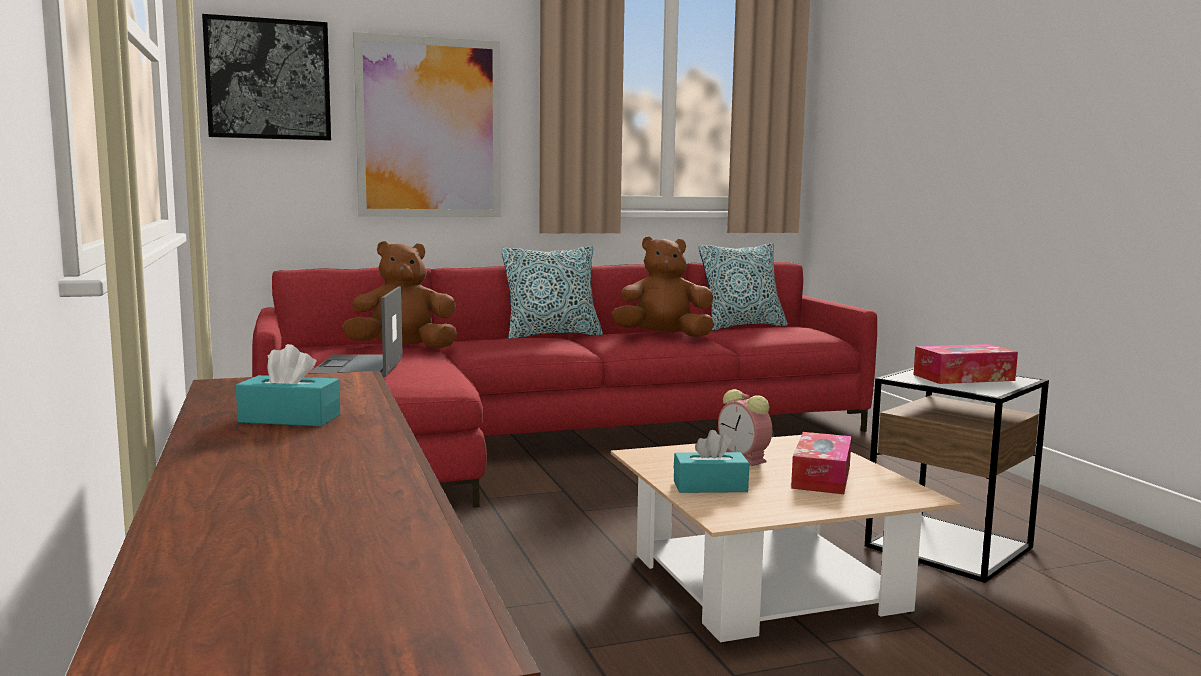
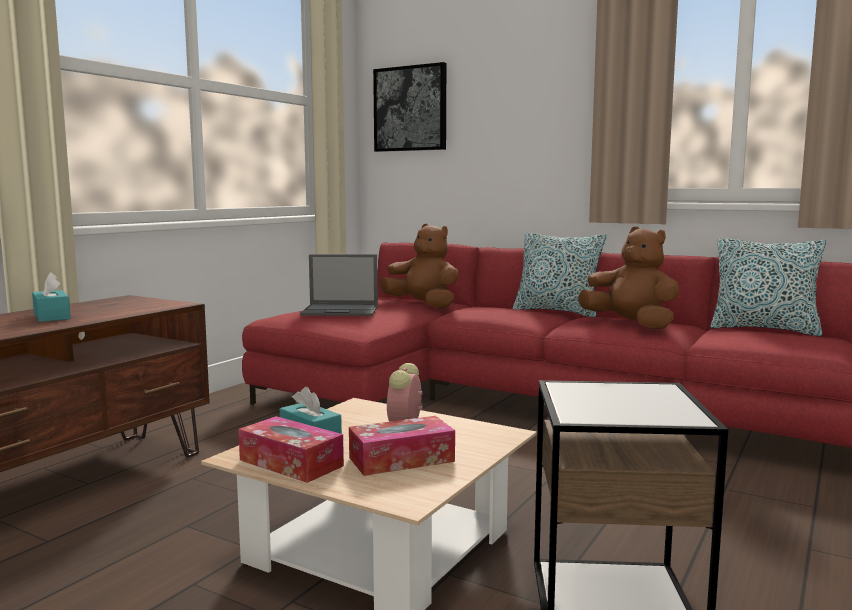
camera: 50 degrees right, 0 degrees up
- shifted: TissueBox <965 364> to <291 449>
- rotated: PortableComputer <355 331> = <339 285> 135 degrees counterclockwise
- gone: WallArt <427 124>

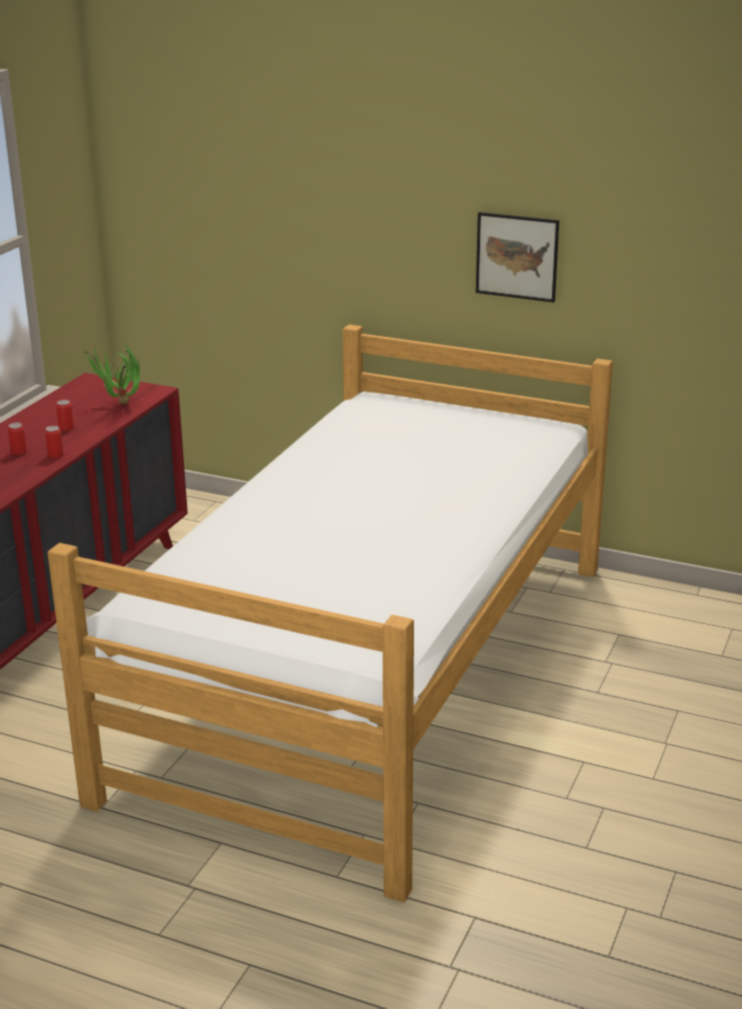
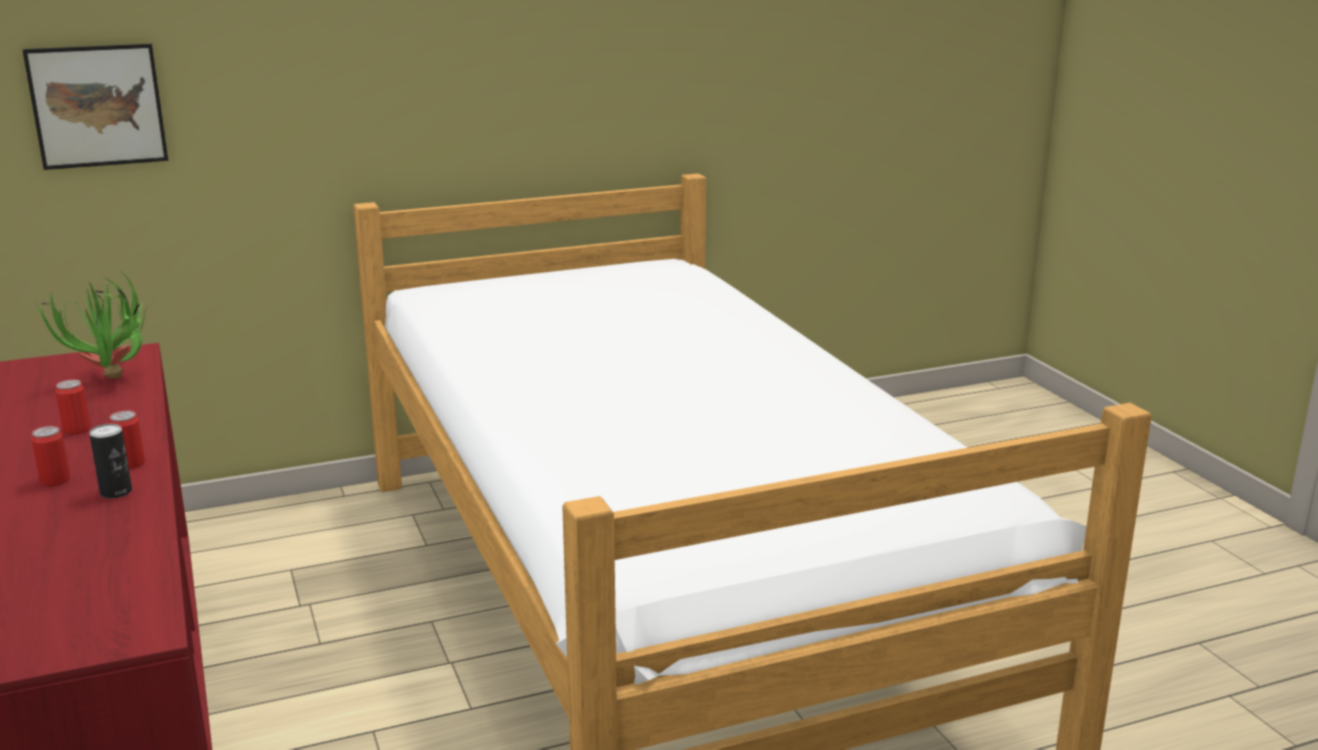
camera: 45 degrees left, 5 degrees down
- shifted: WallArt <517 257> to <95 107>
- new: Can <110 461>

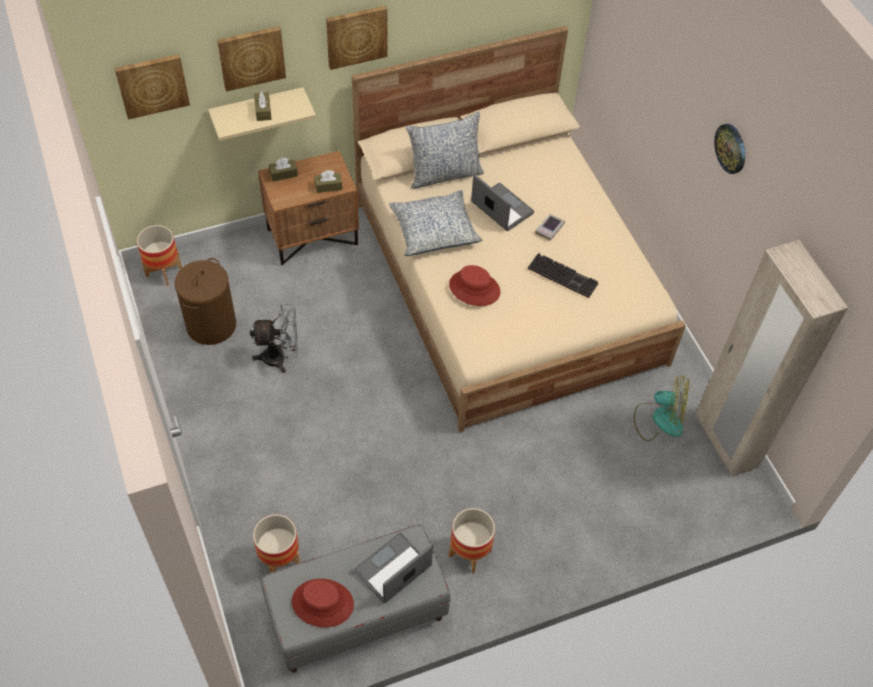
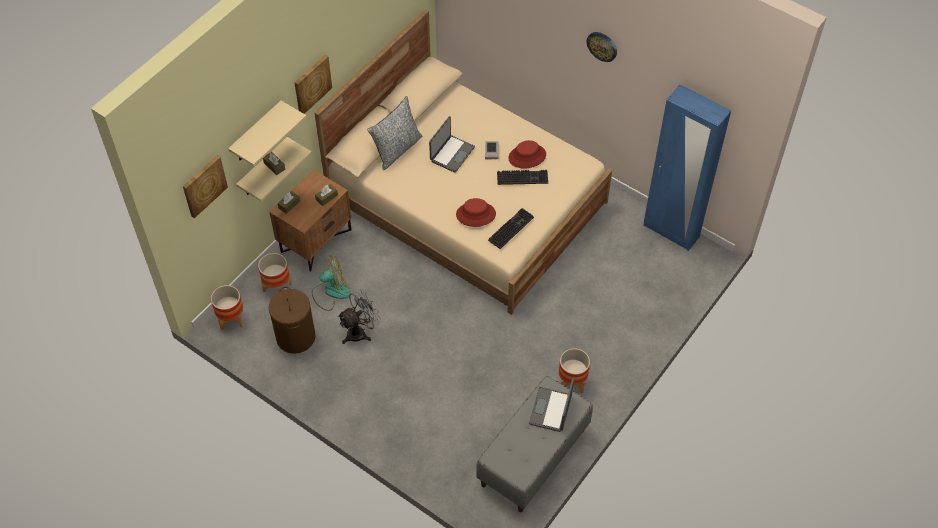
camera: 30 degrees left, 0 degrees up
- swapped: WallArt <251 59> to SandColouredShelf <267 133>
- shifted: Planter <276 543> to <275 272>
- shifted: CoolingFan <661 408> to <331 283>
- rotated: PortableComputer <502 203> = <452 144> 105 degrees clockwise
- new: ComputerKeyboard <511 228>
- shifted: ReddishClothingHat <323 603> to <527 154>
- repainted: SandColouredClothesCupboard <772 358> to BlueColouredClothesCupboard <687 167>
- gone: Pillow <435 223>

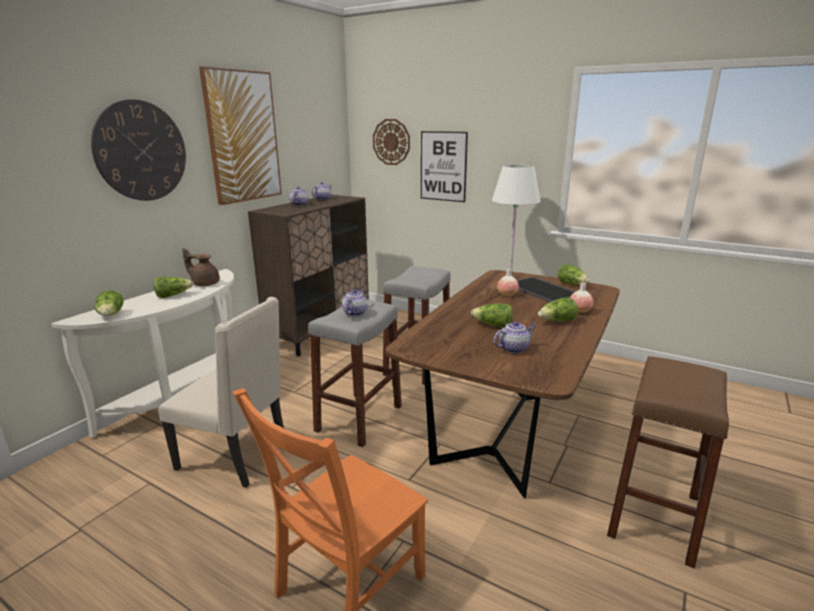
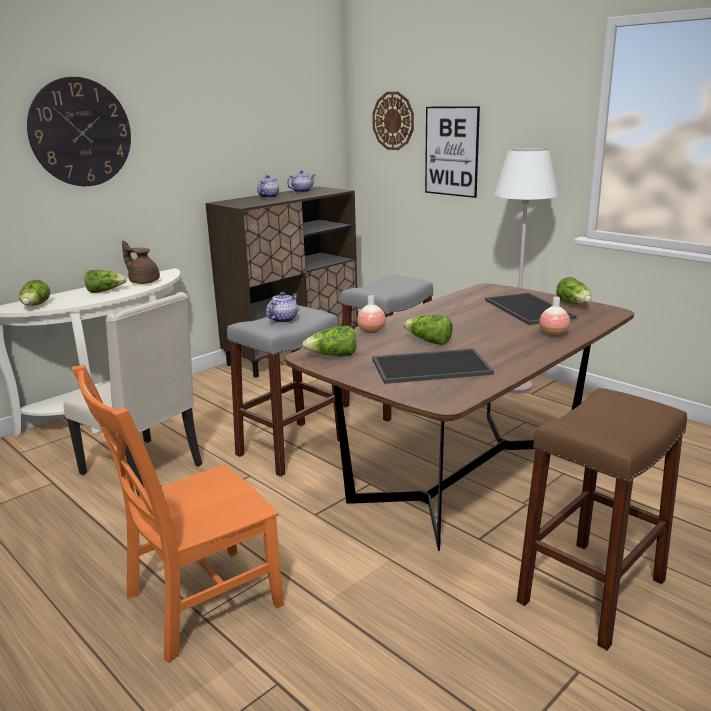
camera: 15 degrees right, 0 degrees up
- shifted: Lettuce <558 310> to <329 341>
- shifted: FlowerVase <508 283> to <371 314>
- swapped: PotForTea <514 337> to CarryingTray <433 366>
- gone: WallArt <240 135>

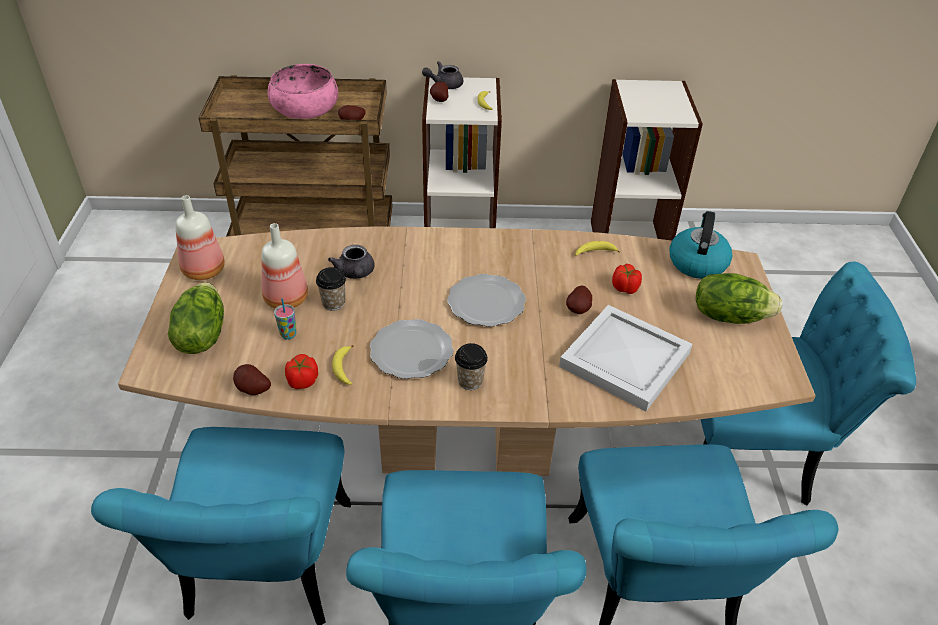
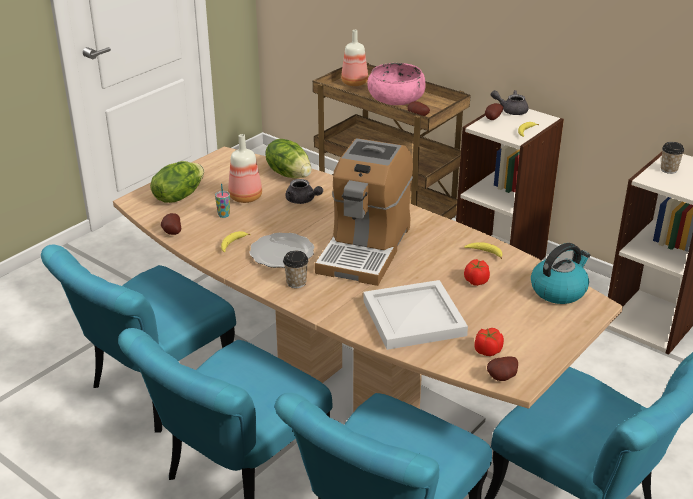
camera: 40 degrees right, 10 degrees down
- shifted: Lettuce <739 298> to <288 158>
- rotated: GreyishPotForTea <351 262> = <304 191> 75 degrees counterclockwise
- swapped: DinnerPlate <486 300> to CoffeeMachine <364 212>
- shifted: Bottle <200 237> to <354 58>
- shifted: FreshTomato <301 371> to <489 342>
- shifted: Potato <579 299> to <502 368>
- shifted: Cup <331 289> to <672 158>

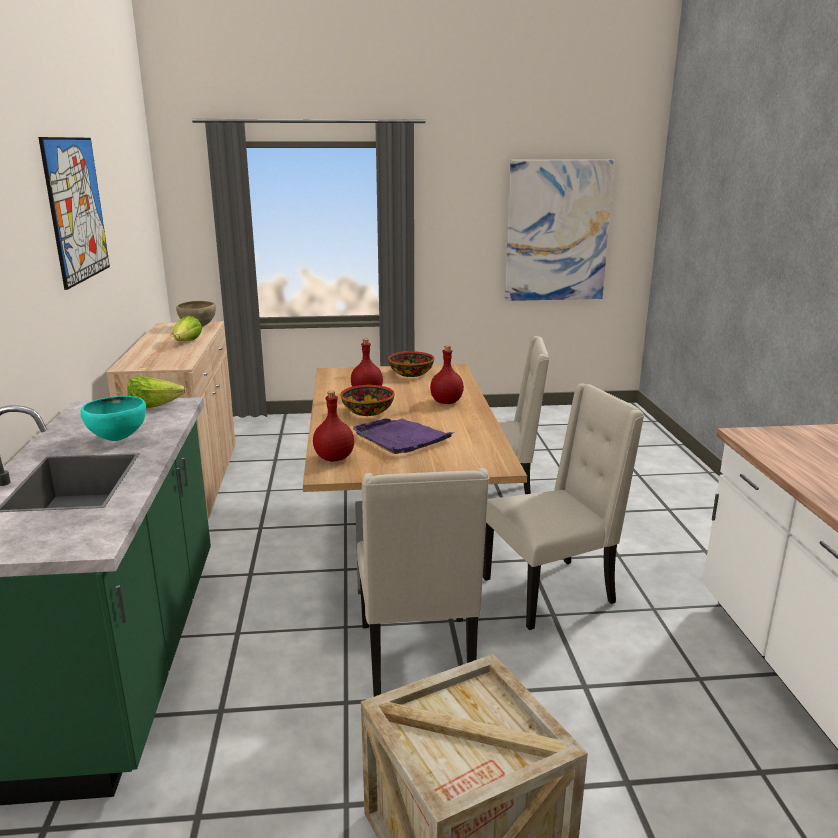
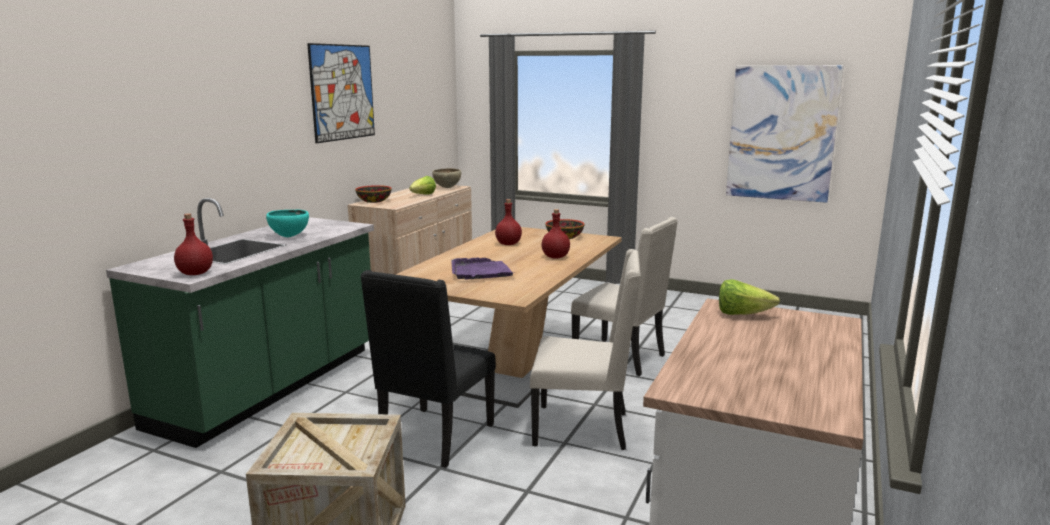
camera: 30 degrees right, 5 degrees down
- shifted: ReddishBottle <333 426> to <193 244>
- shifted: Bowl <367 400> to <373 194>
- repainted: SandColouredChair <423 582> to BlackishChair <428 369>
- shifted: Lettuce <156 392> to <749 297>

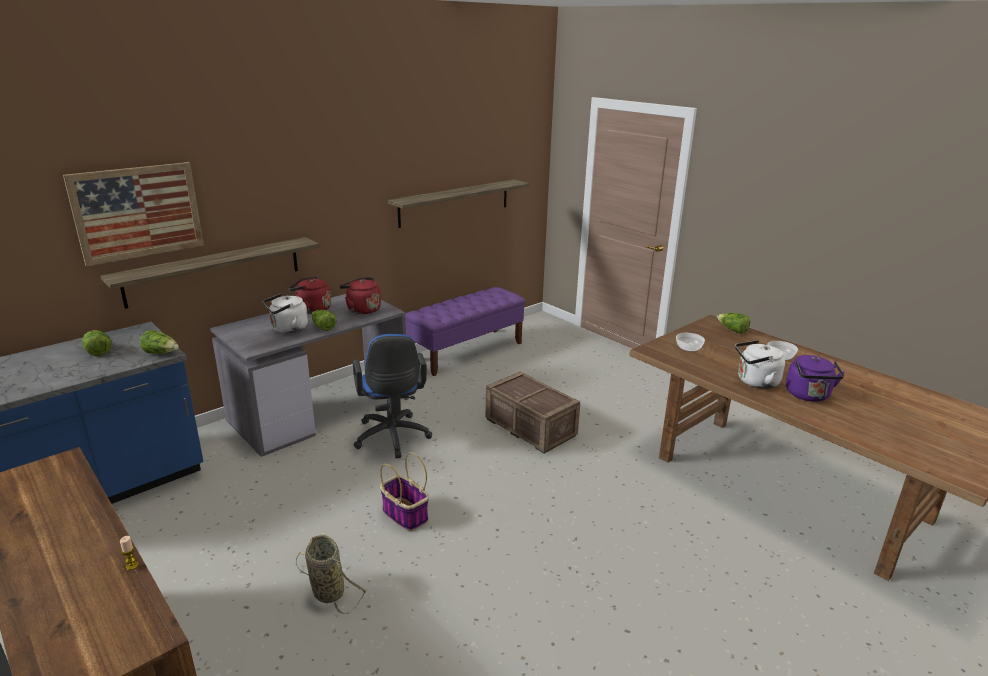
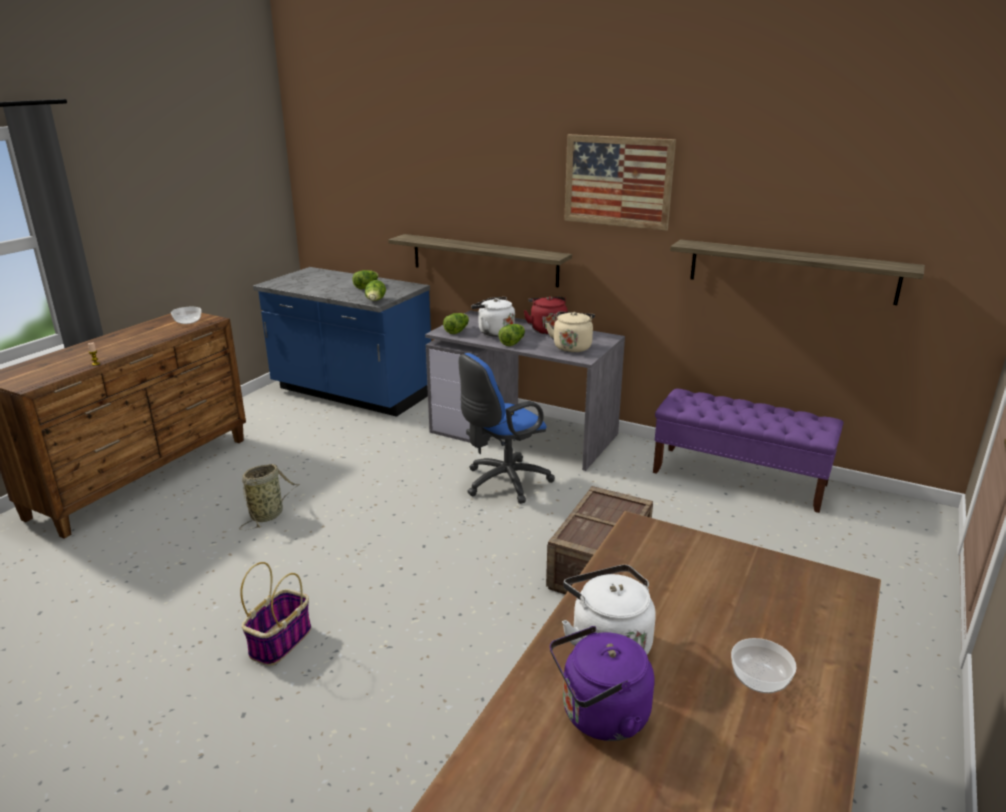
camera: 70 degrees right, 0 degrees up
- shifted: Bowl <690 342> to <186 315>
- shifted: Basket <404 491> to <275 614>
- shifted: Lettuce <734 323> to <456 323>
- repainted: ReddishTeaKettle <360 295> to SandColouredTeaKettle <570 332>
- shifted: WallArt <133 214> to <620 182>

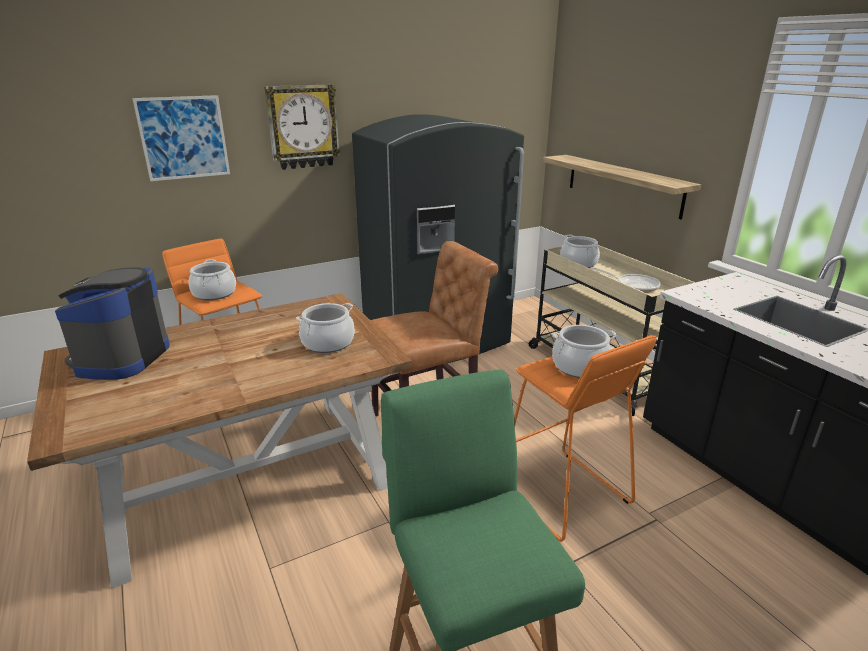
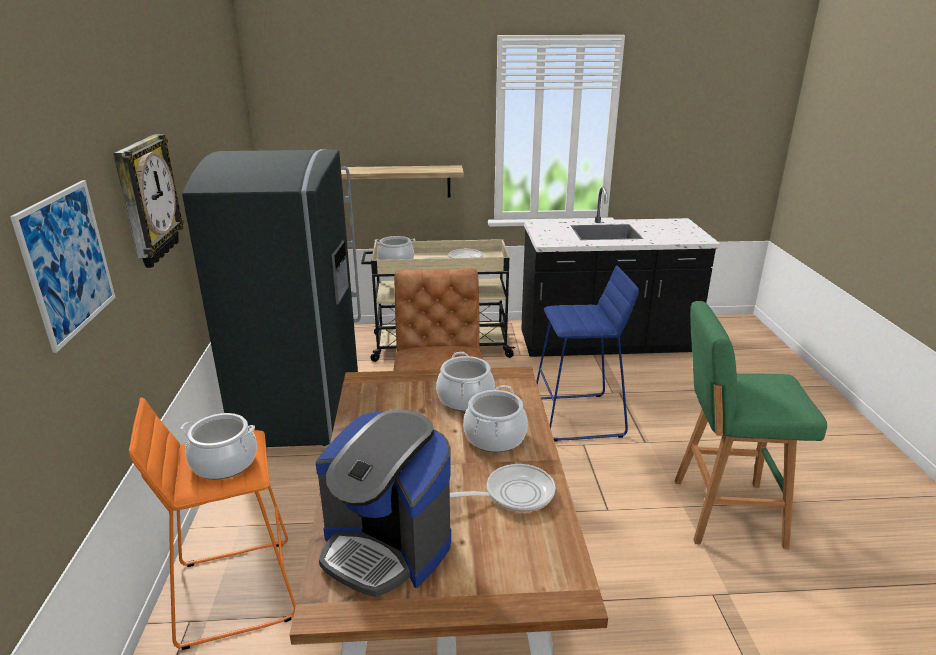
camera: 65 degrees left, 0 degrees up
- new: Pan <502 488>
- shifted: Saucepot <584 351> to <495 419>
- repainted: OrangeColouredStool <585 438> to BlueColouredStool <587 353>

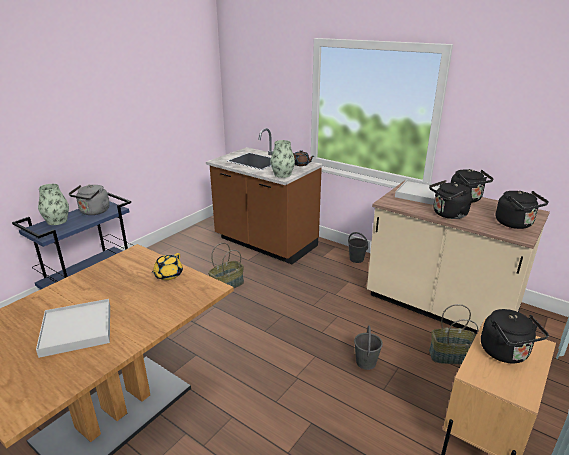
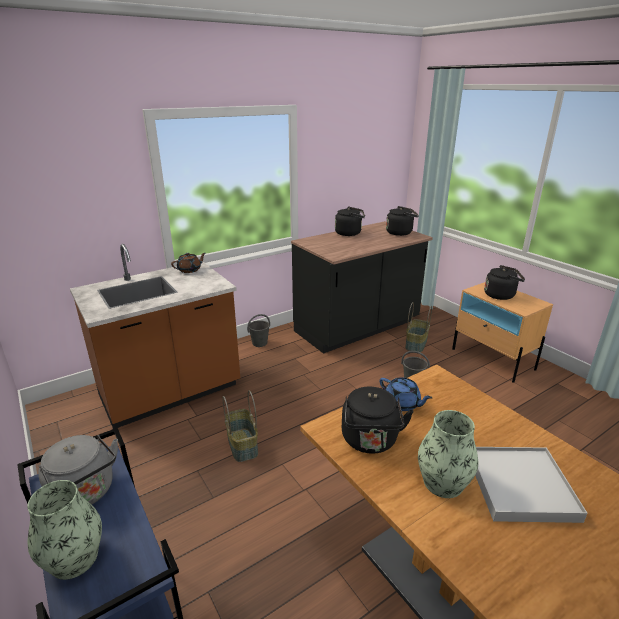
camera: 70 degrees left, 0 degrees up
- repainted: SandColouredCounter <458 257> to BlackishCounter <362 287>
- shifted: BlackishTeaKettle <450 199> to <378 420>
- repainted: YellowPotForTea <167 266> to BlueColouredPotForTea <406 394>
- shifted: FlowerVase <282 159> to <448 454>
- gone: WhiteColouredCarryingTray <417 192>

